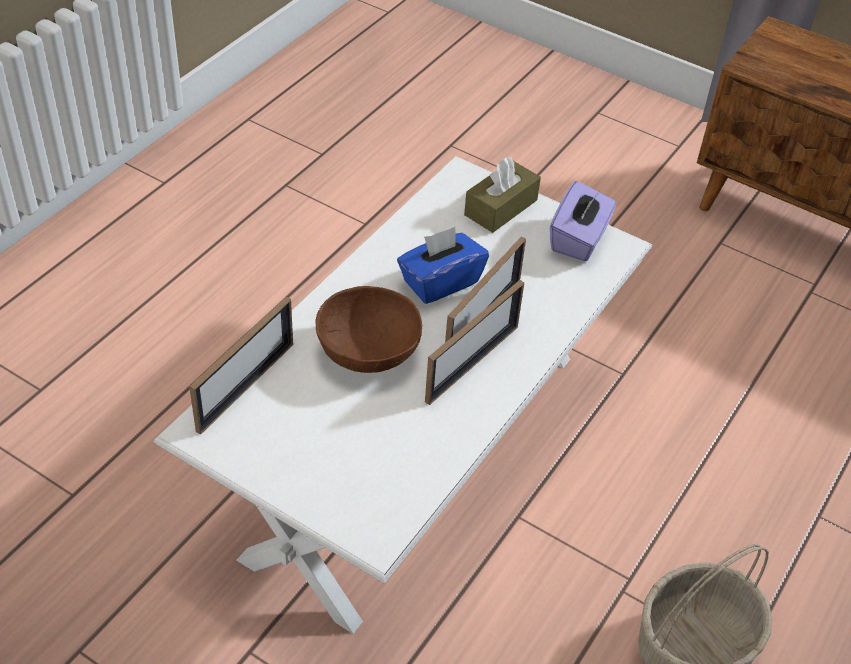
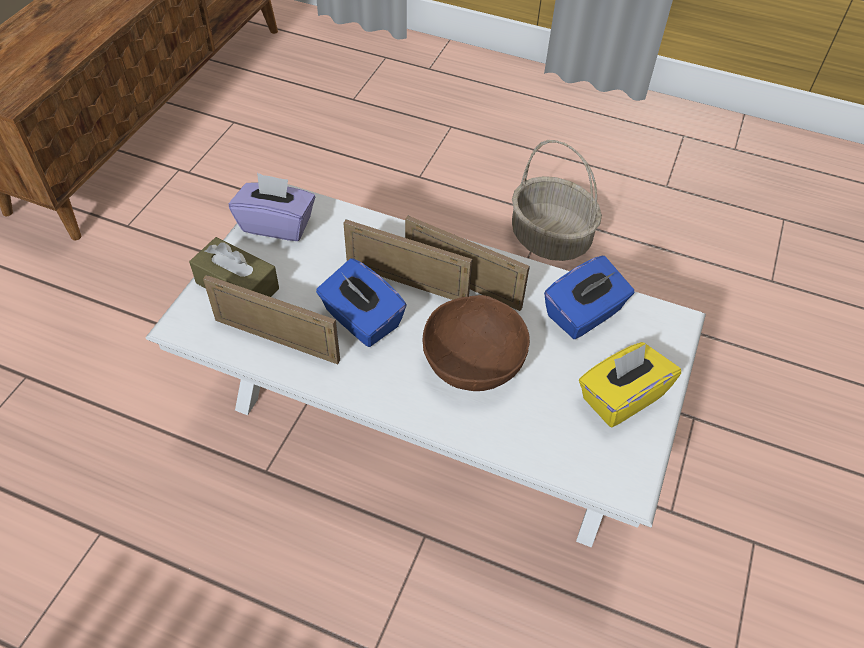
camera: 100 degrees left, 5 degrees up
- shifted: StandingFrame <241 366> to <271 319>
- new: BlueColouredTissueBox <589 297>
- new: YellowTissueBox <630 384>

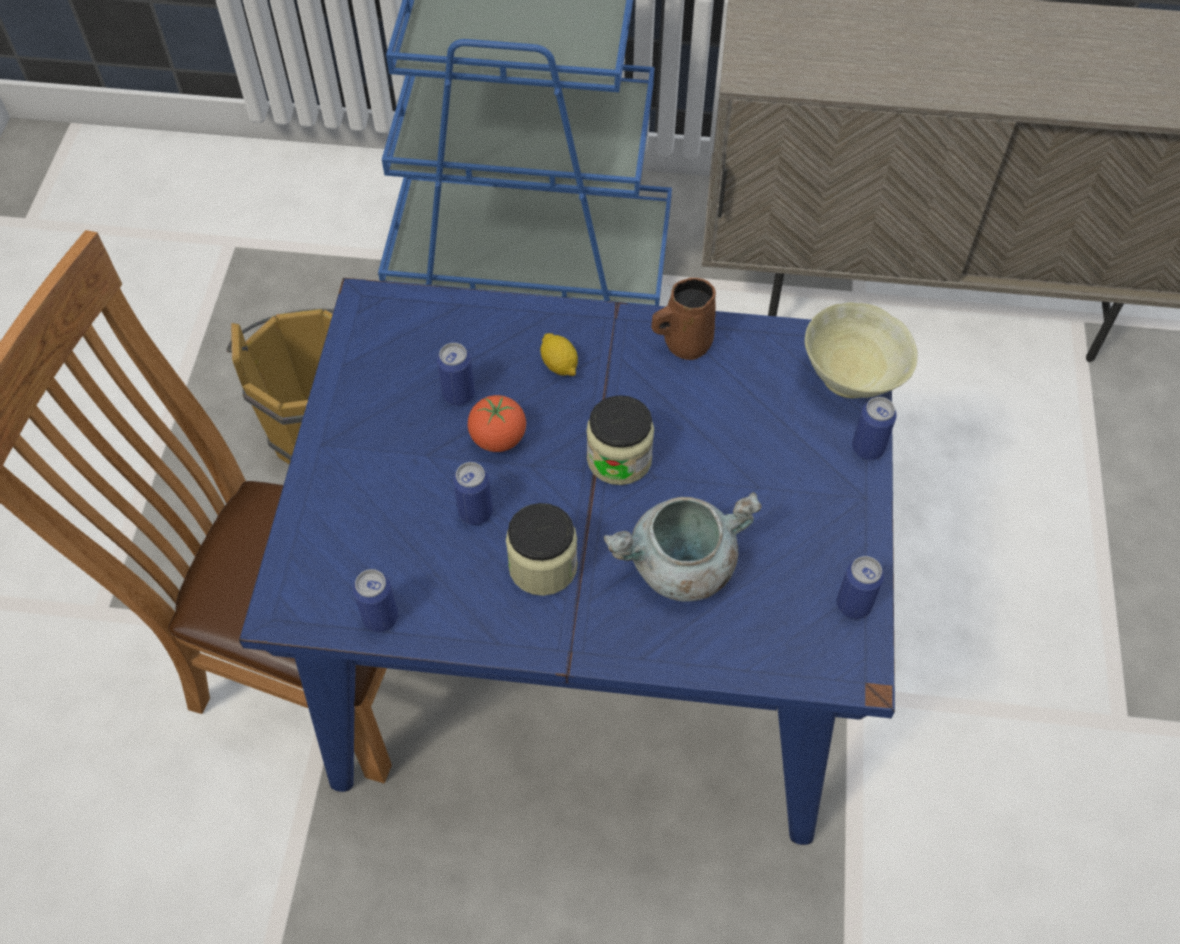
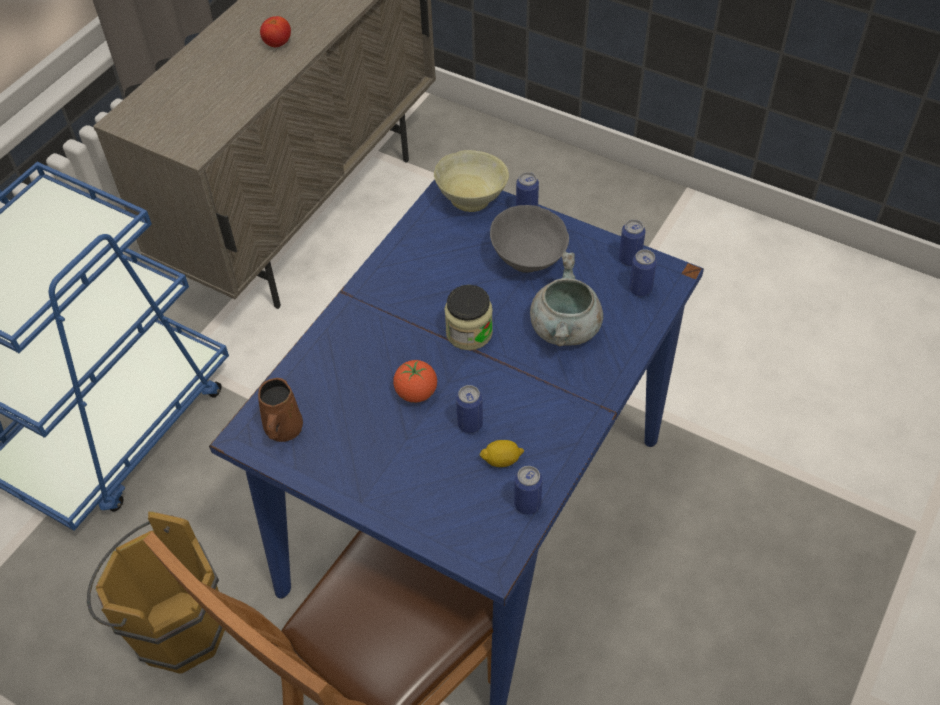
camera: 65 degrees left, 5 degrees down
- shifted: BrownCoffeeMug <683 319> to <280 410>
- new: FreshTomato <275 31>
- shifted: Lemon <559 354> to <502 453>
- new: GreyishBowl <529 239>
- shifted: Can <456 374> to <643 273>
- gone: StorageJar <542 549>

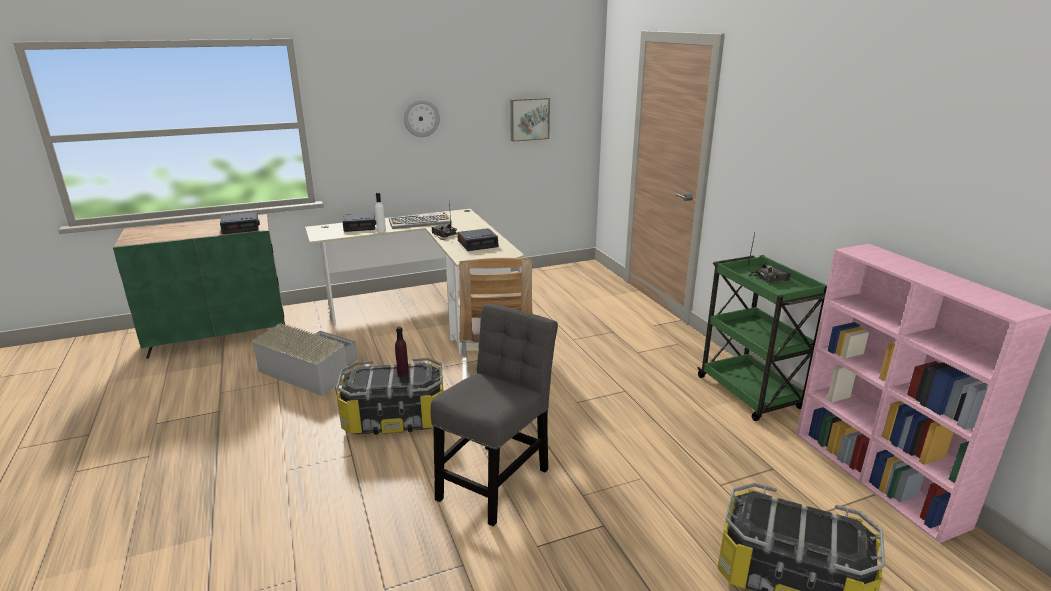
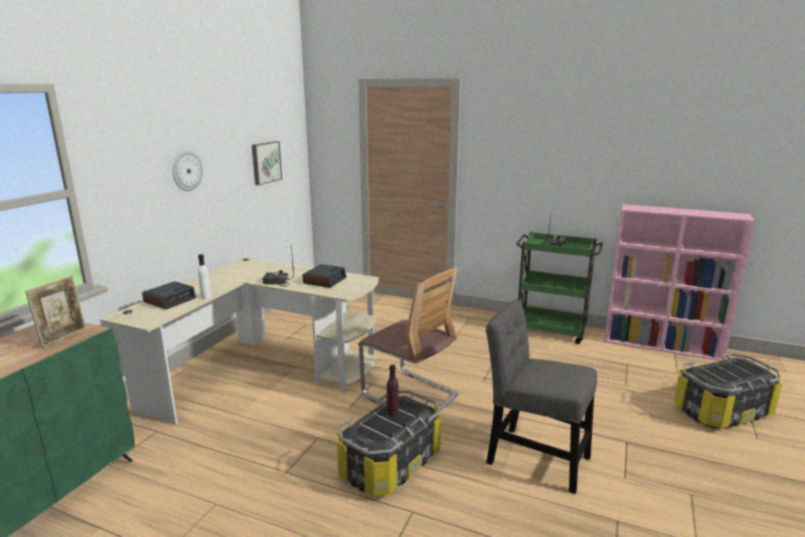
camera: 45 degrees left, 5 degrees down
- swapped: TableClock <240 223> to StandingFrame <55 312>
- rotated: GreyishChair <494 415> = <541 397> 45 degrees counterclockwise
- gone: GreyishStorageBin <305 359>
- gone: ComputerKeyboard <420 220>

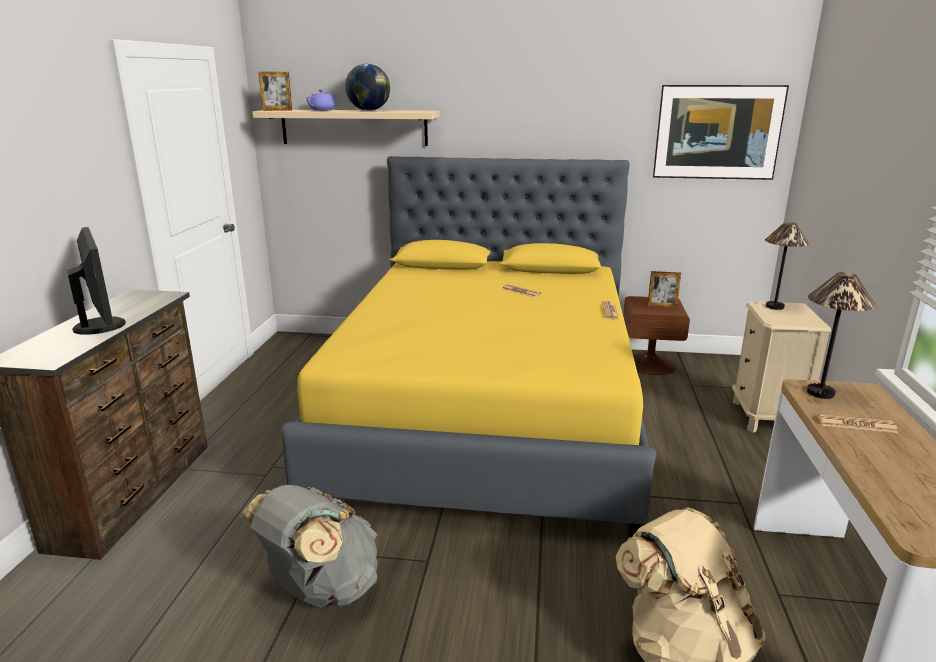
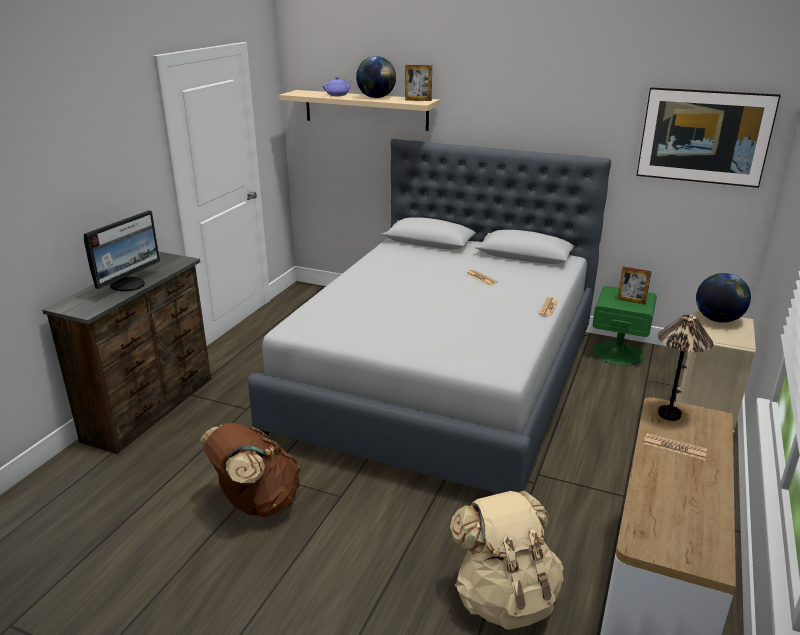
camera: 15 degrees right, 5 degrees up
- rotated: ComputerDisplay <96 281> = <122 250> 45 degrees clockwise
- repainted: GreyishBackpack <309 546> to BrownBackpack <250 470>
- repainted: YellowBedroomBed <468 346> to GreyishBedroomBed <429 316>
- shifted: StandingFrame <275 91> to <418 83>
- repainted: BrownNightstand <656 335> to GreenishNightstand <624 326>
- swapped: TableLamp <787 266> to WorldGlobe <723 298>

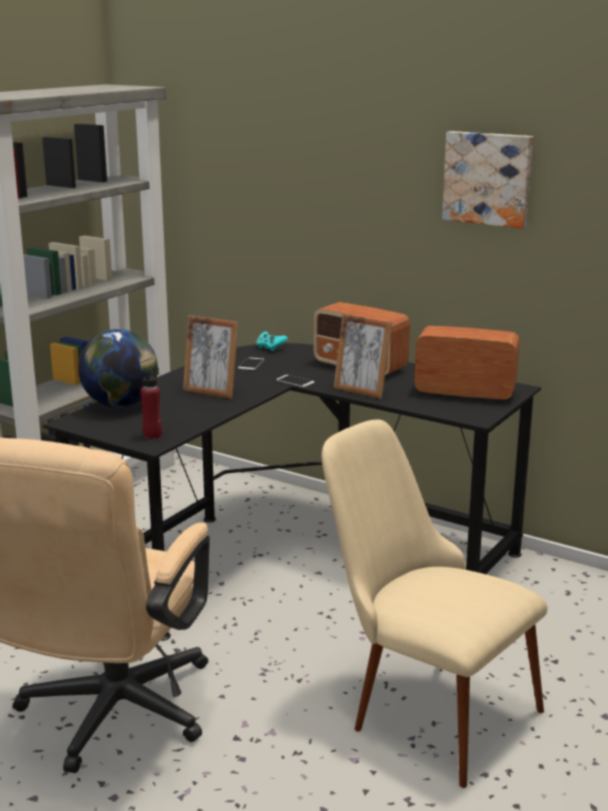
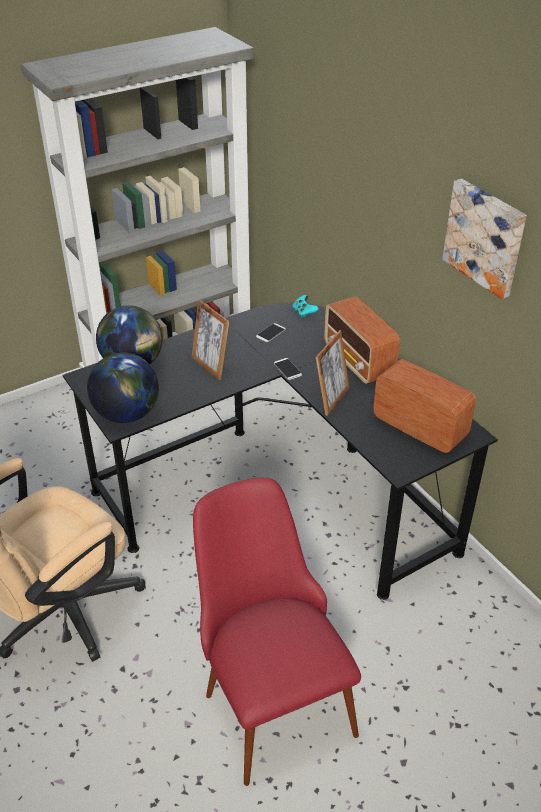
camera: 25 degrees right, 20 degrees up
- swapped: ReddishBottle <151 403> to WorldGlobe <123 388>
- repainted: SandColouredChair <435 604> to ReddishChair <277 631>
- rotated: StandingFrame <363 356> = <332 373> 120 degrees counterclockwise

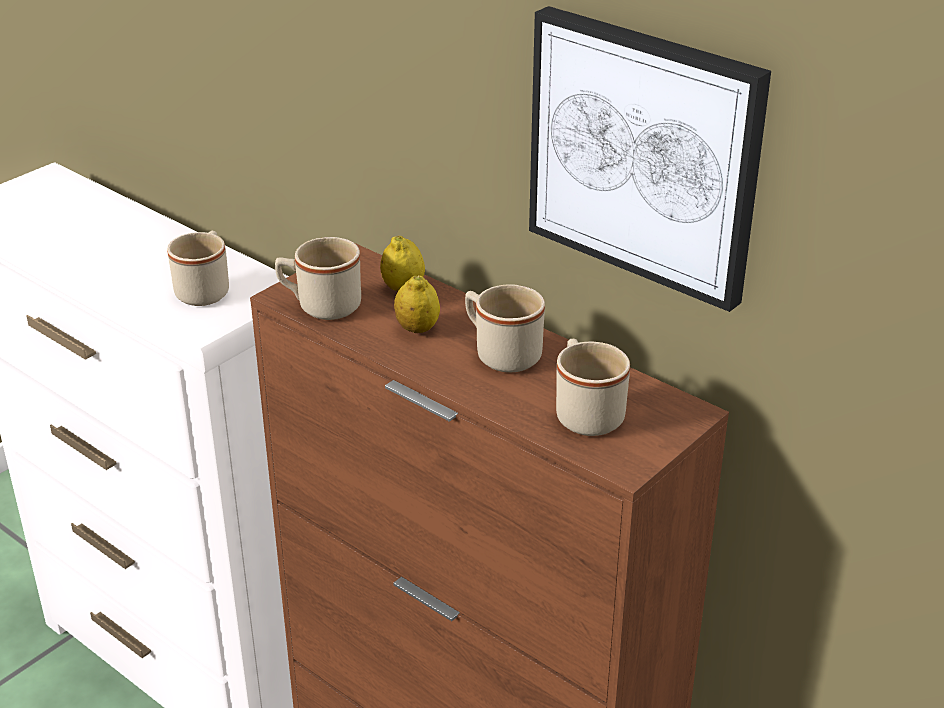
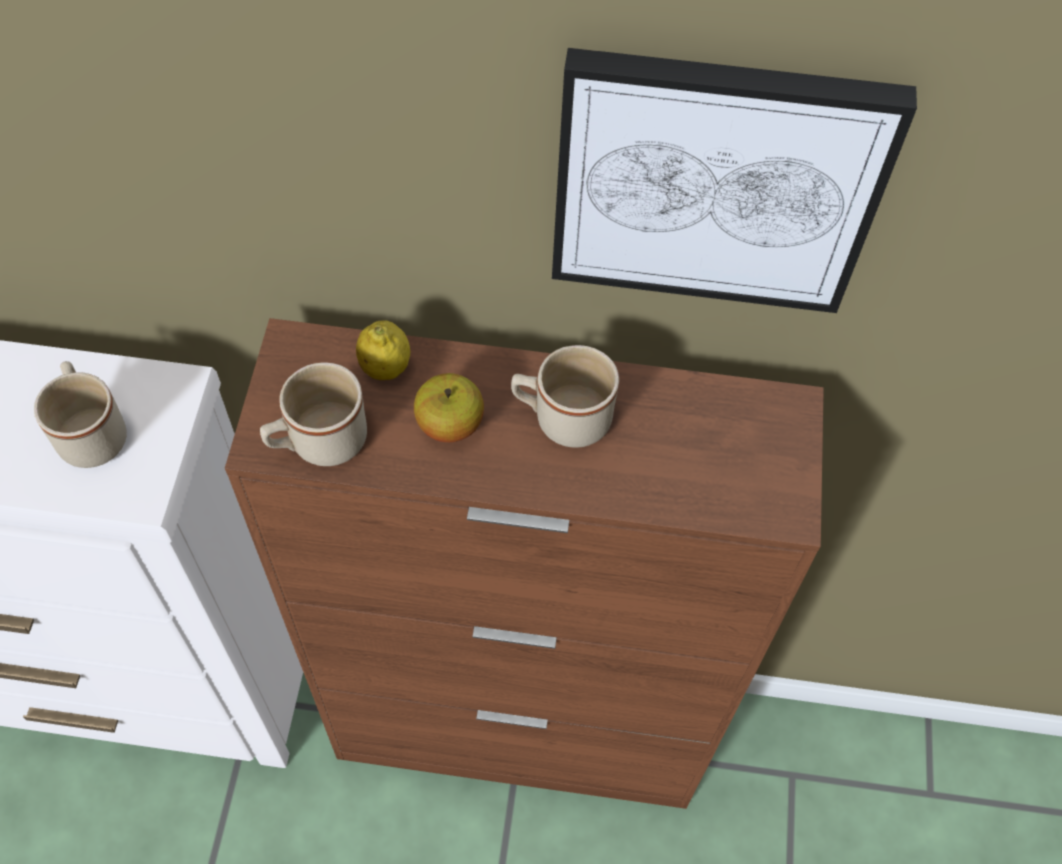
camera: 35 degrees left, 25 degrees up
- swapped: Lemon <417 304> to AppleFruit <449 407>
- gone: SandColouredCoffeeMug <593 387>

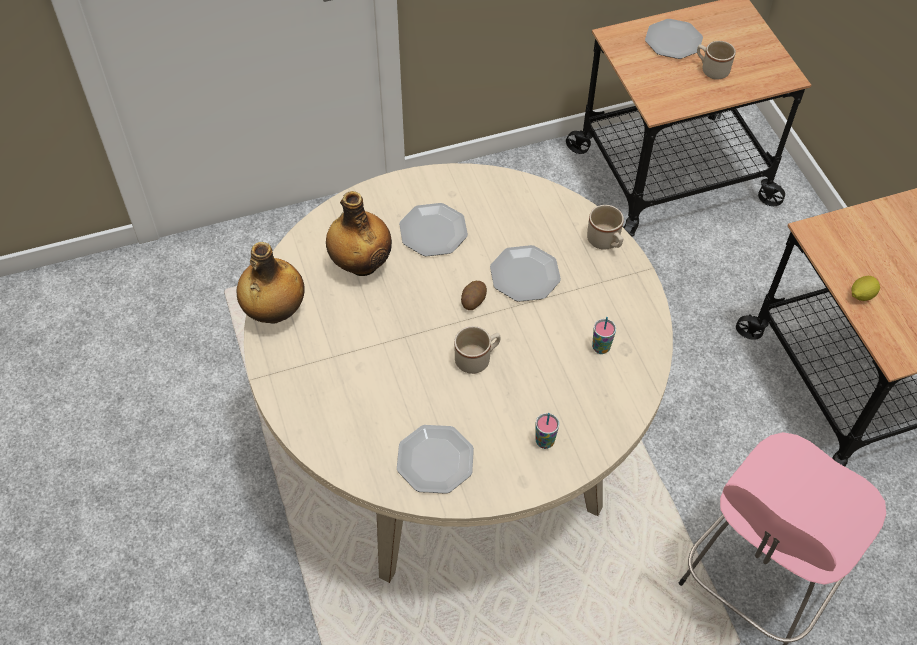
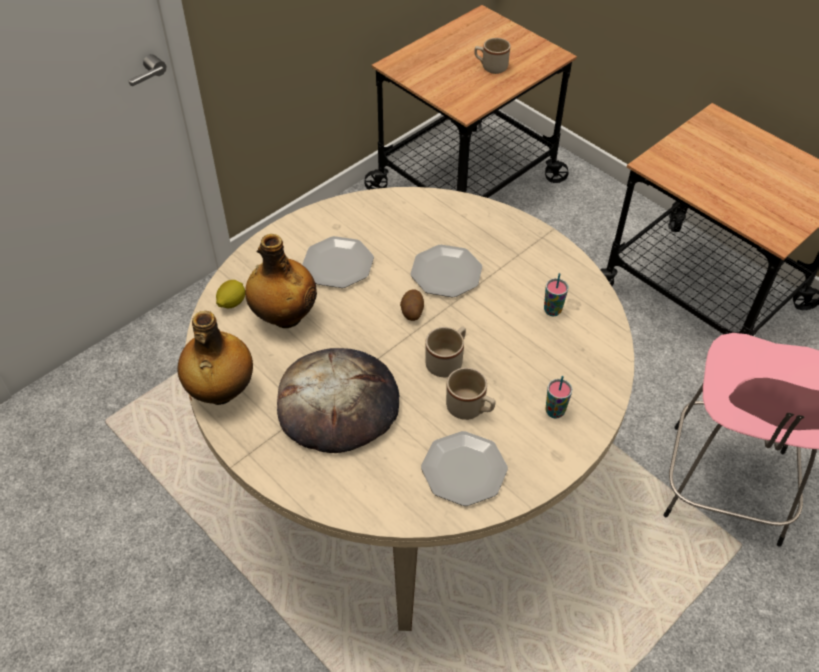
camera: 25 degrees left, 5 degrees down
- shifted: Lemon <865 288> to <230 294>
- new: BakeryBread <338 400>
- shifted: SandColouredCoffeeMug <605 227> to <470 394>
- gone: DinnerPlate <674 39>

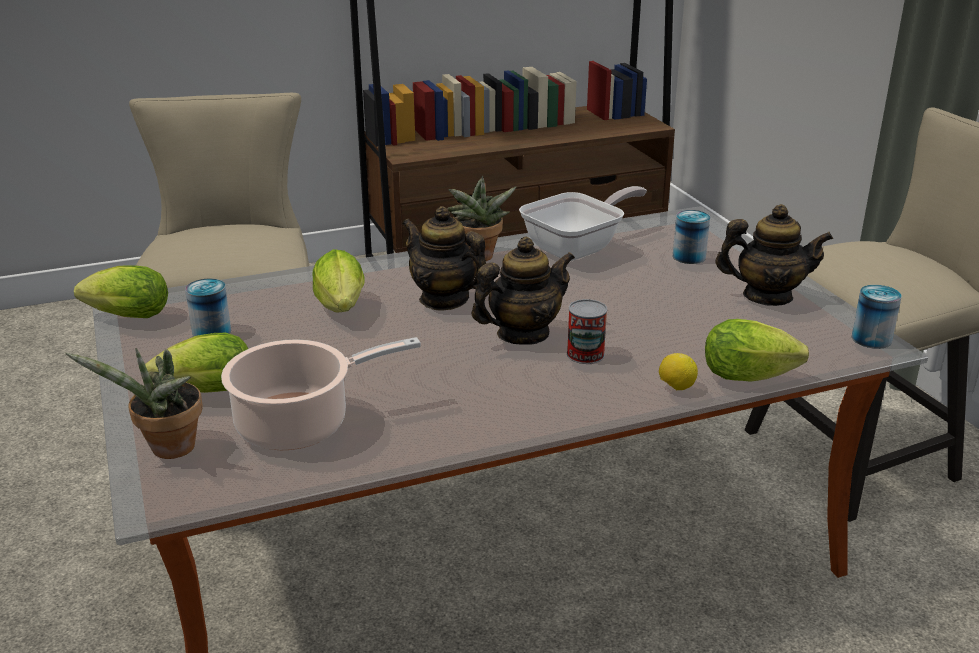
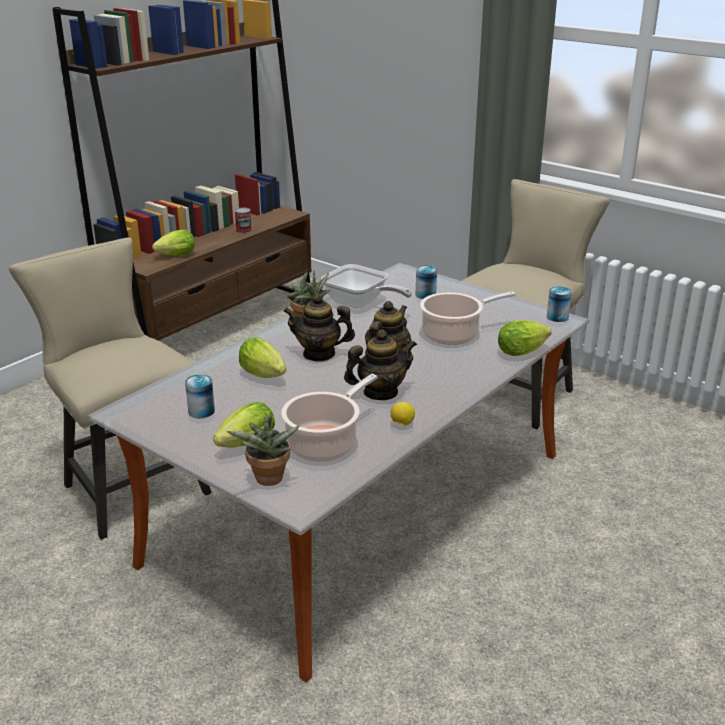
camera: 30 degrees left, 0 degrees up
- shifted: Lettuce <121 291> to <173 242>
- shifted: Can <587 331> to <243 220>
- rotated: Pan <583 223> = <366 286> 105 degrees clockwise
- shifted: PotForTea <774 255> to <380 365>
- shifted: Lemon <678 371> to <402 414>
- new: Saucepot <468 318>

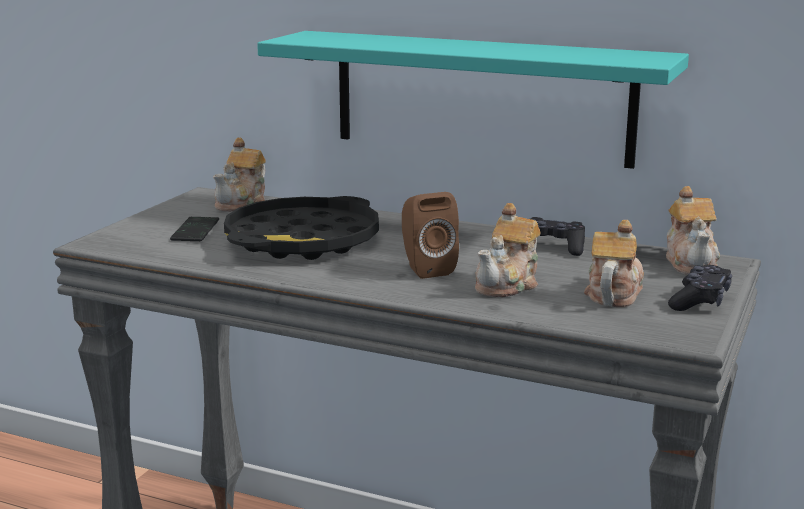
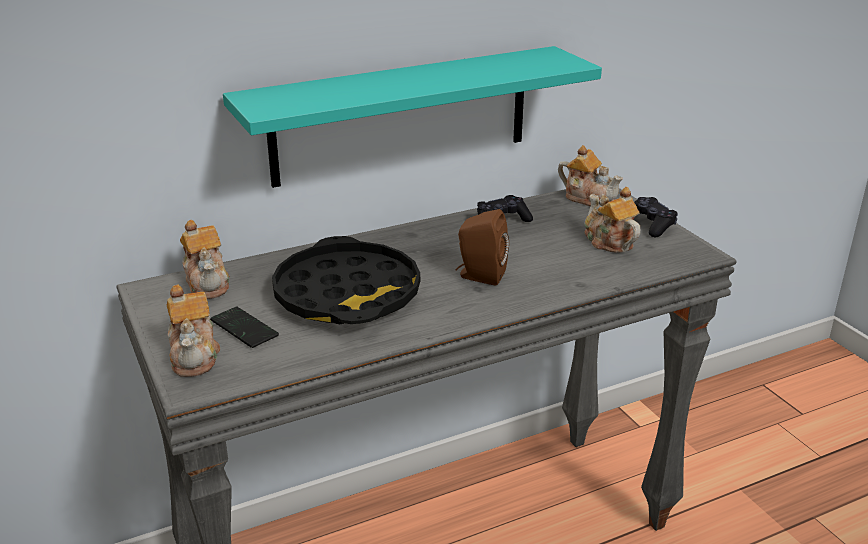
camera: 50 degrees left, 10 degrees up
- shifted: PotForTea <507 250> to <193 330>

